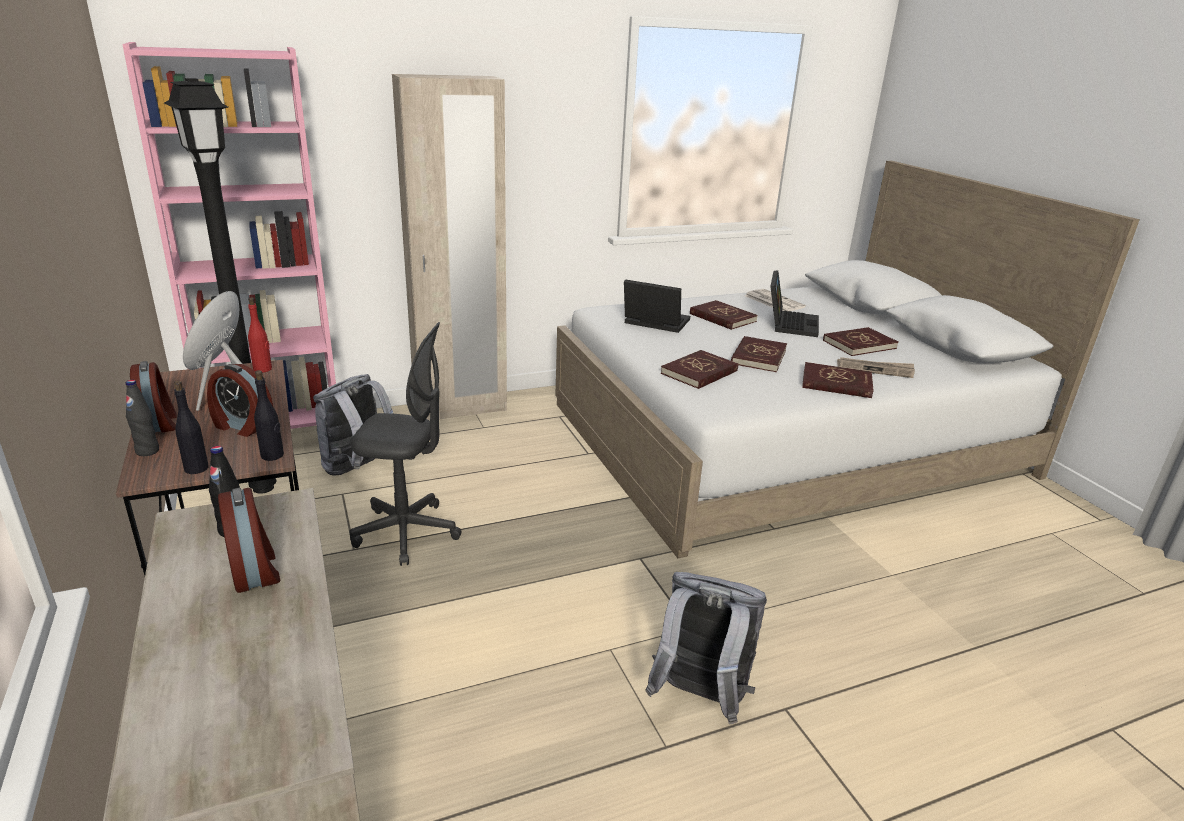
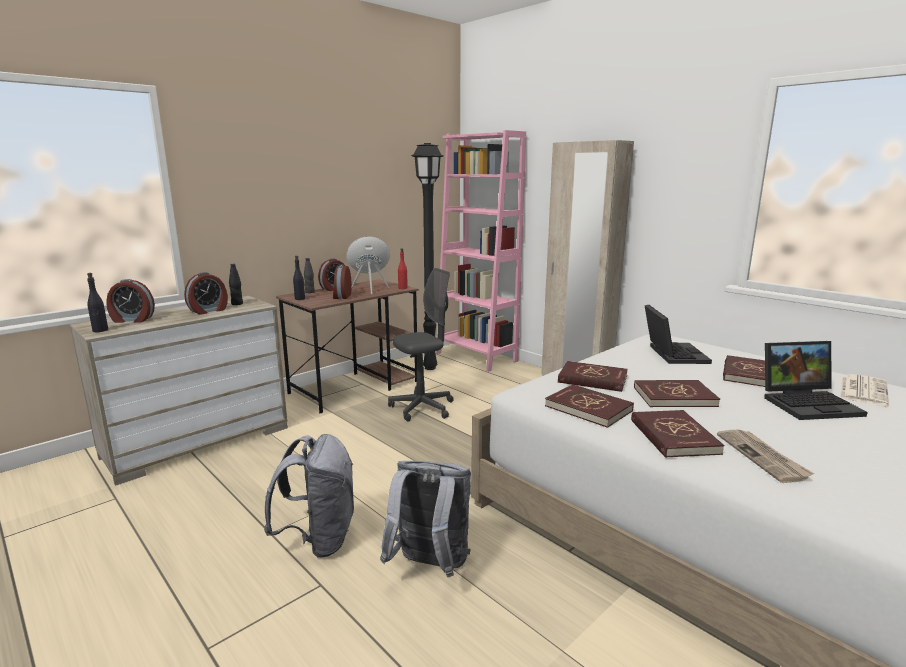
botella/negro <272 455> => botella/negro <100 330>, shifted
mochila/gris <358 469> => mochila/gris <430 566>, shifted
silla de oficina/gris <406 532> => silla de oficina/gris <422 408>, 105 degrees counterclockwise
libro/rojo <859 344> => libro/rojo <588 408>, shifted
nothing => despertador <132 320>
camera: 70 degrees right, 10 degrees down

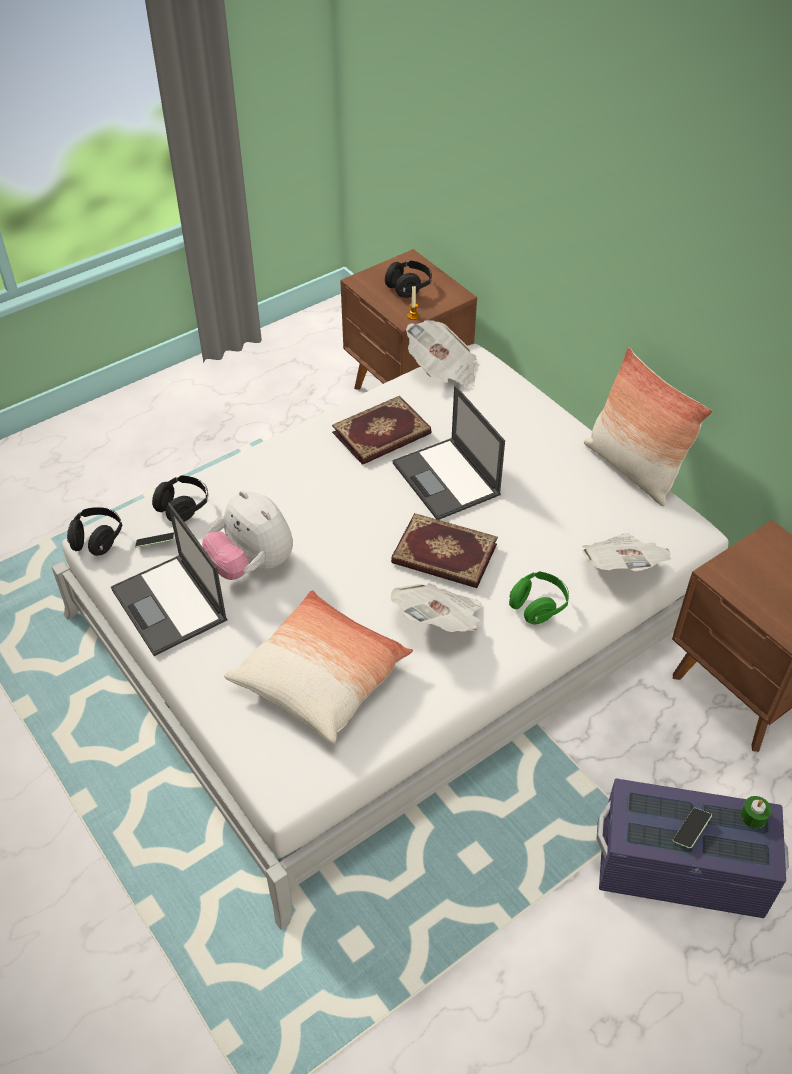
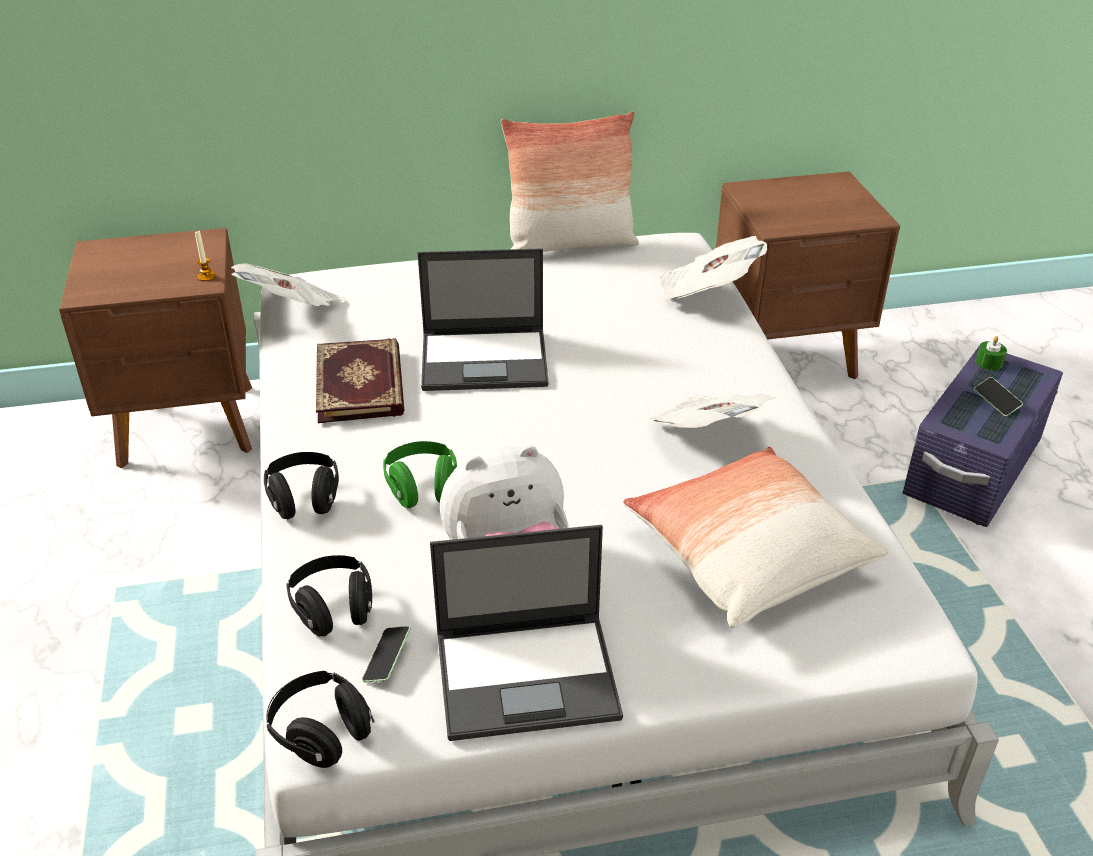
auriculares/negro <409 287> => auriculares/negro <304 499>, shifted
libro <444 555> => nothing
auriculares/verde <538 606> => auriculares/verde <422 488>, shifted
camera: 65 degrees left, 10 degrees down

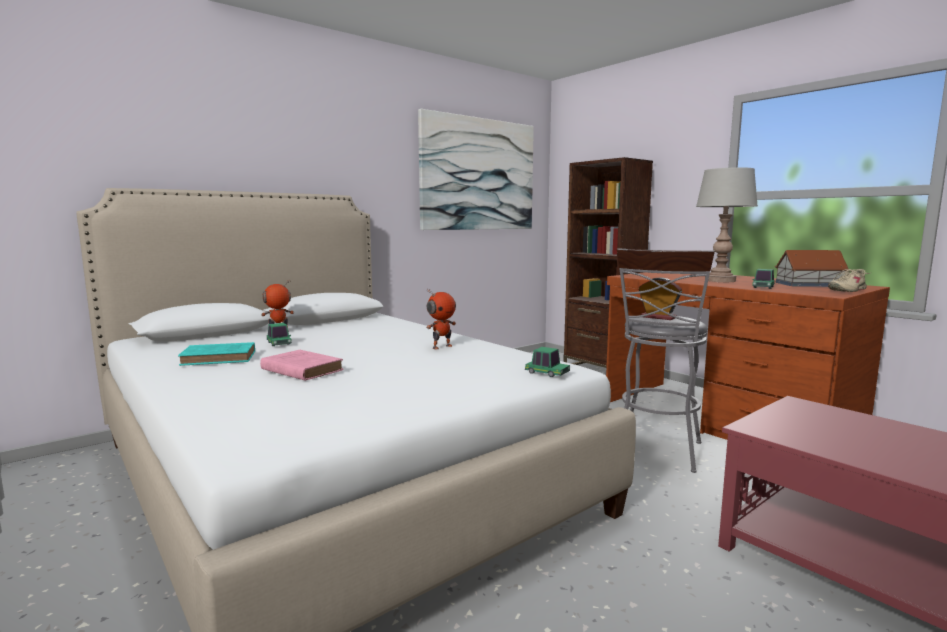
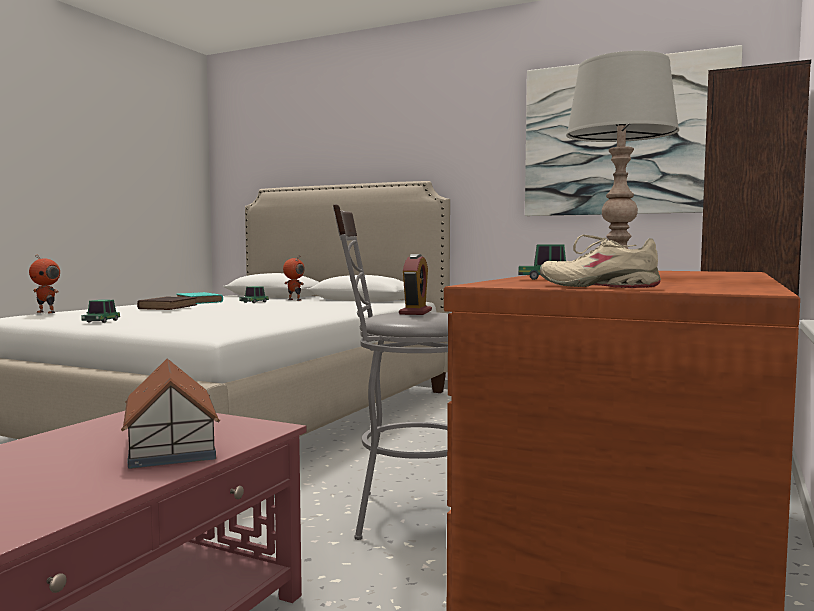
libro/rosa <300 369> => libro/marrón <169 307>
robot de juguete <441 347> => robot de juguete <47 312>, shifted
coche de juguete <547 373> => coche de juguete <101 321>, shifted
casita <810 284> => casita <170 446>, shifted
camera: 65 degrees right, 5 degrees down

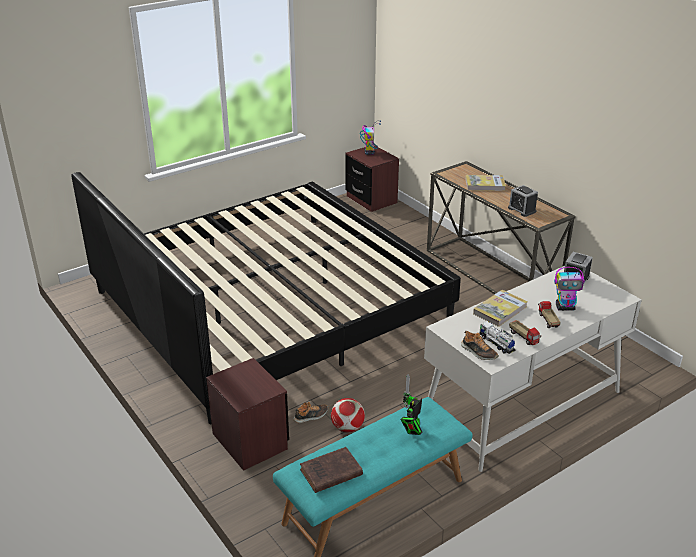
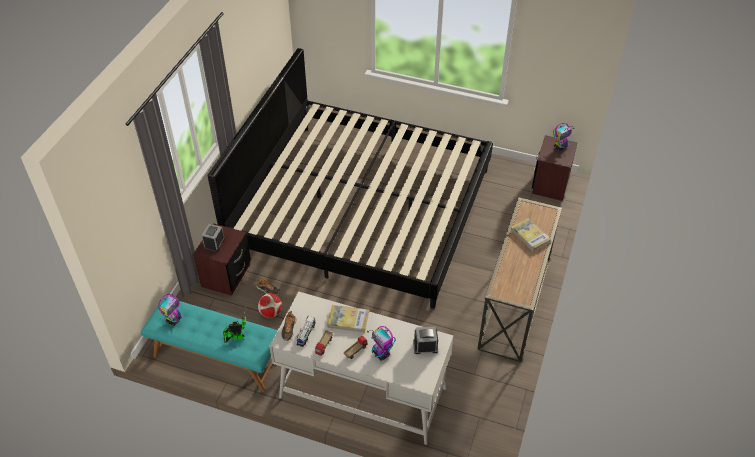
libro/marrón <329 473> => robot de juguete <174 319>
despertador <522 210> => despertador <214 243>, shifted
camera: 55 degrees right, 15 degrees up

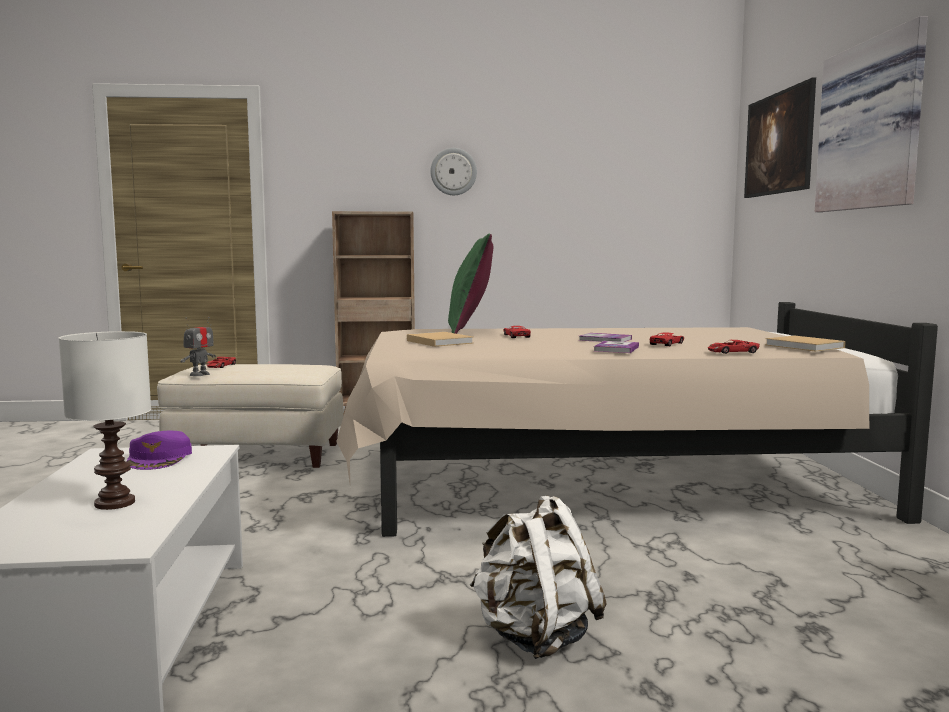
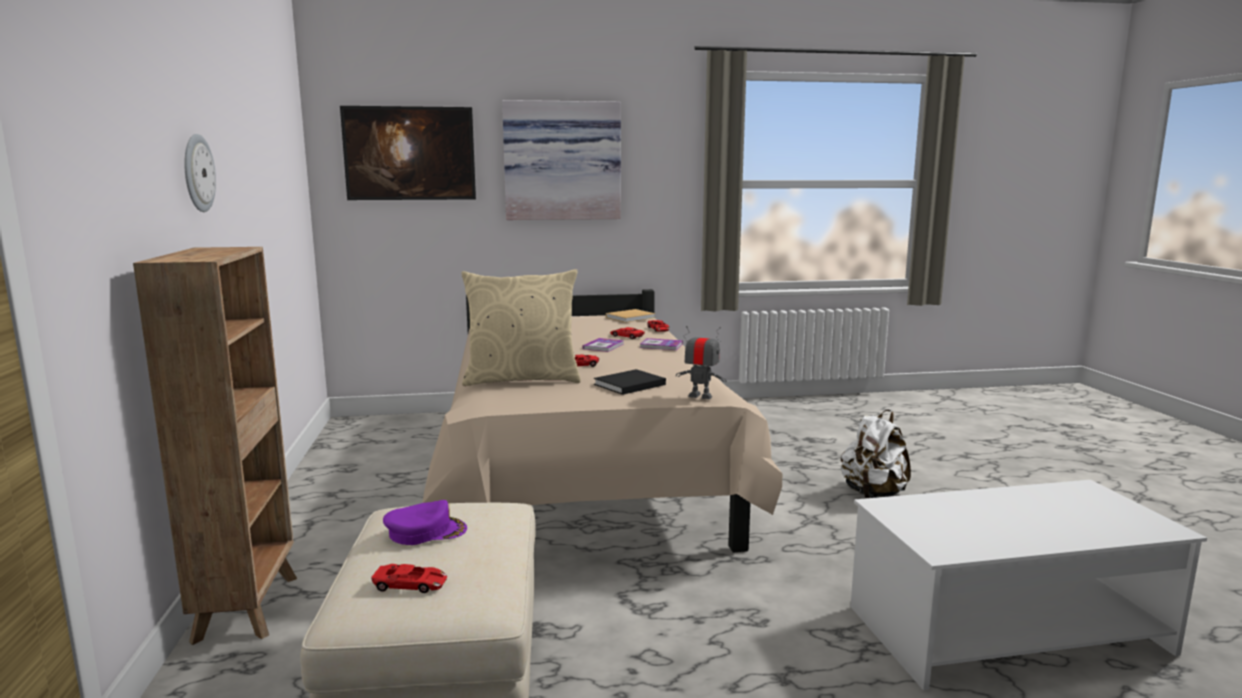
lámpara de mesa/blanco <114 504> => nothing
gorra/morado <160 458> => gorra/morado <426 531>, shifted
robot de juguete <200 374> => robot de juguete <700 396>, shifted
libro/beis <438 342> => libro/negro <628 385>
cojín/verde <470 331> => cojín/beis <522 379>
camera: 95 degrees left, 5 degrees up

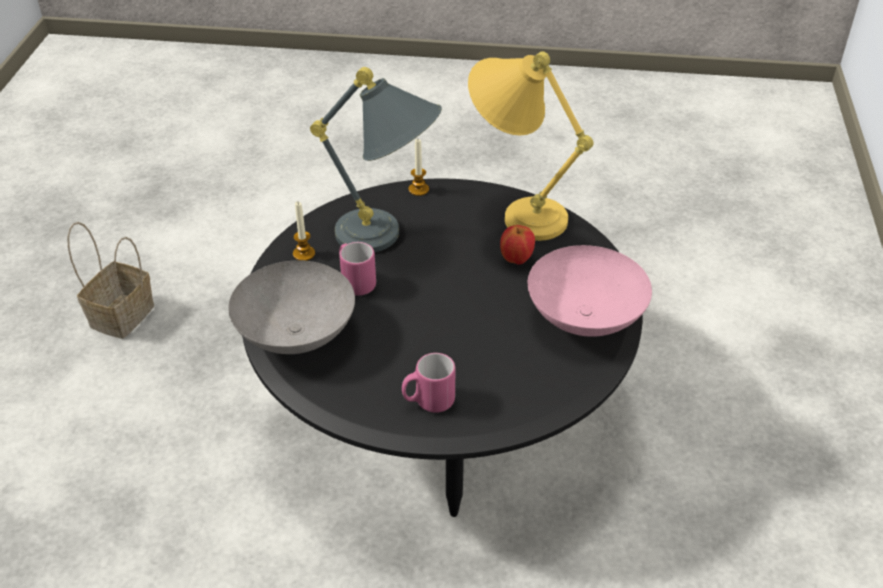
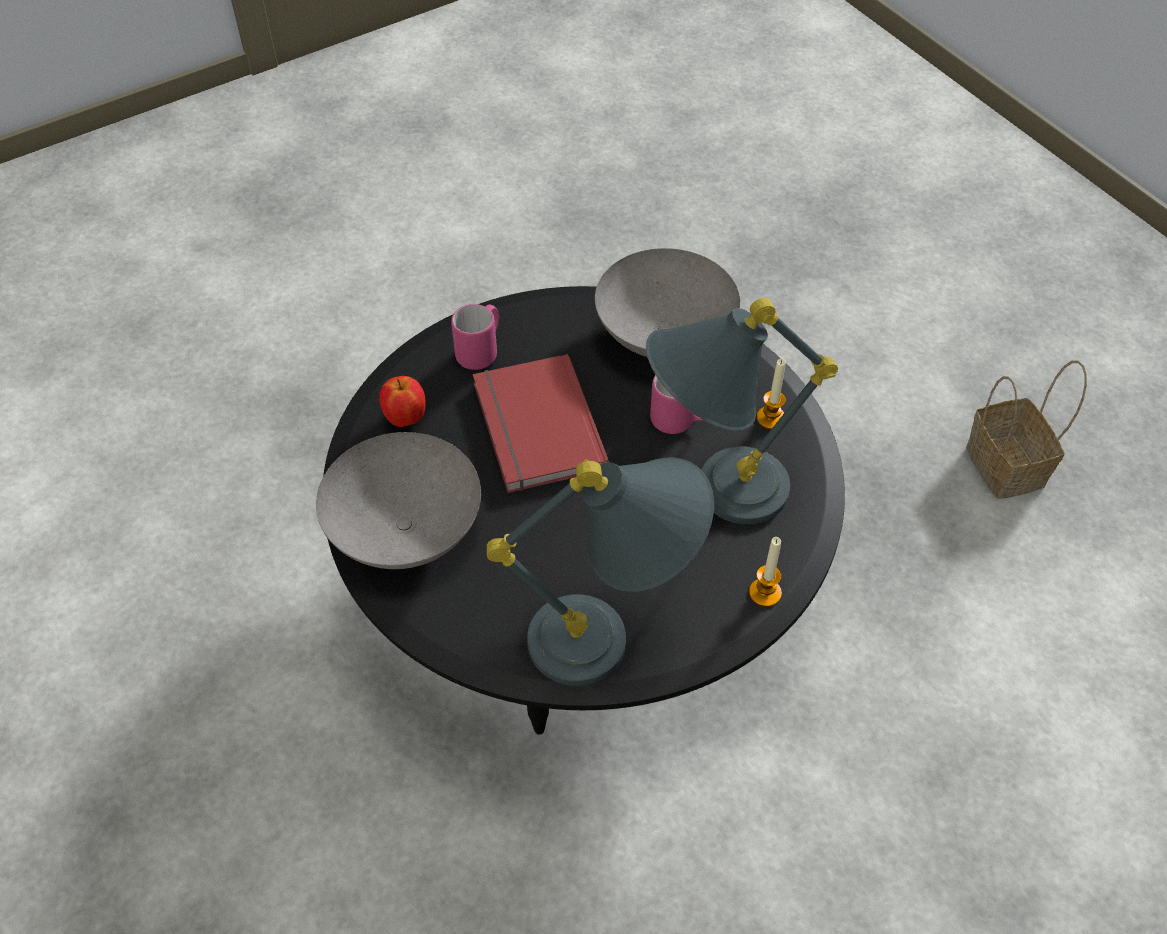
lámpara de mesa/amarillo <516 211> => lámpara de mesa/gris <614 640>
manzana <516 259> => manzana <405 419>, shifted
cuenco/rosa <583 317> => cuenco/gris <408 531>
nothing => libro/rojo <534 428>
camera: 140 degrees right, 10 degrees up

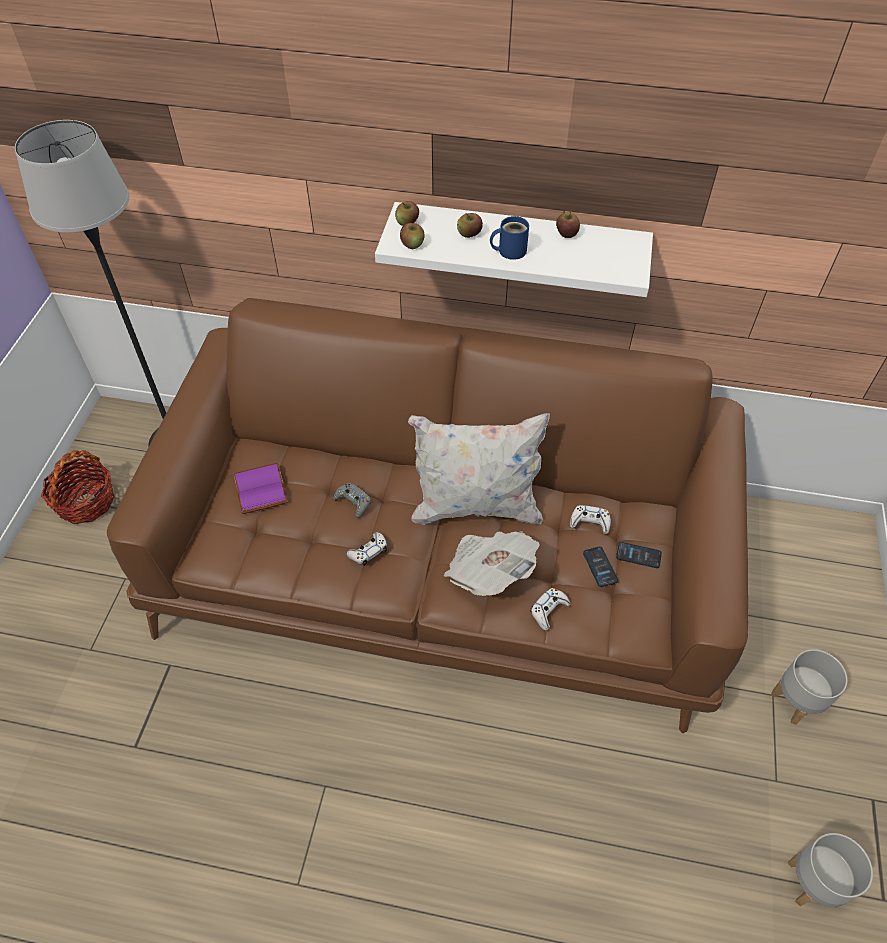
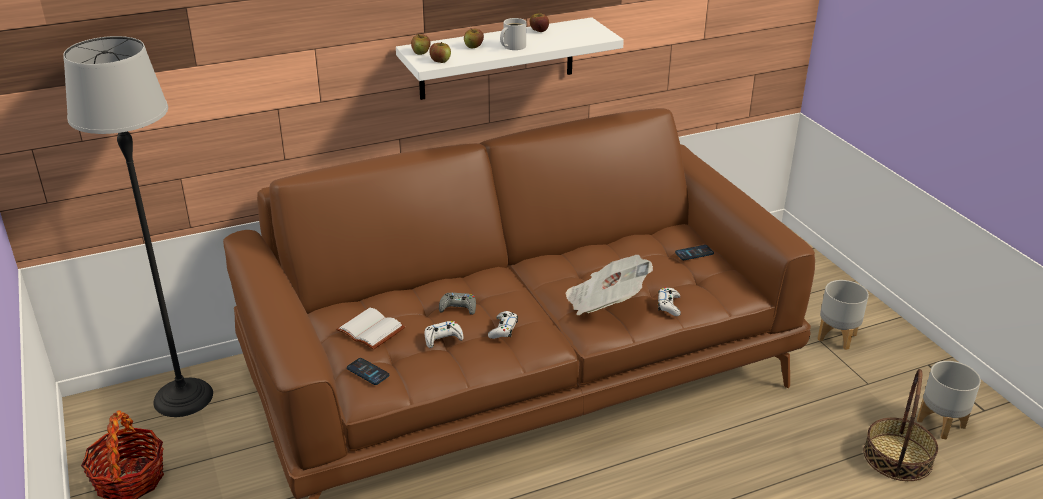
libro/morado <262 489> => libro/blanco <372 329>
cojín/blanco <476 507> => nothing
taza grande/azul <509 250> => taza grande/blanco <512 46>
mando de consola/blanco <590 522> => mando de consola/blanco <443 338>, shifted
móvil <600 567> => móvil <368 372>, shifted
nothing => cesta <898 457>
camera: 35 degrees left, 20 degrees down

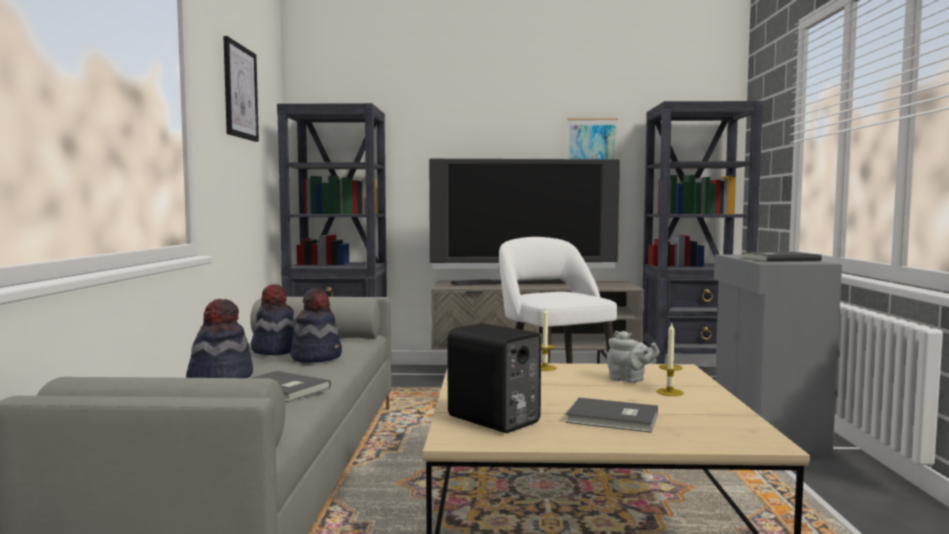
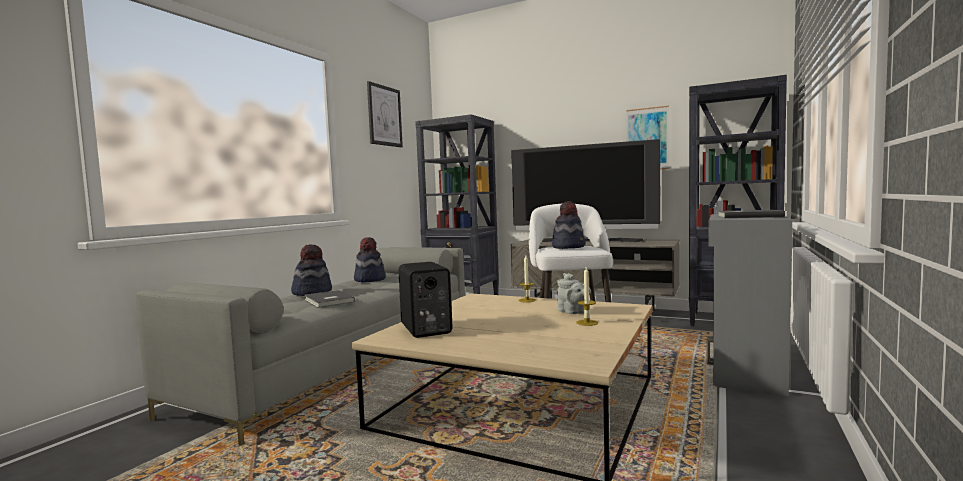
sombrero <317 357> => sombrero <568 247>, shifted
libro/gris <613 419> => nothing
camera: 25 degrees right, 0 degrees up

